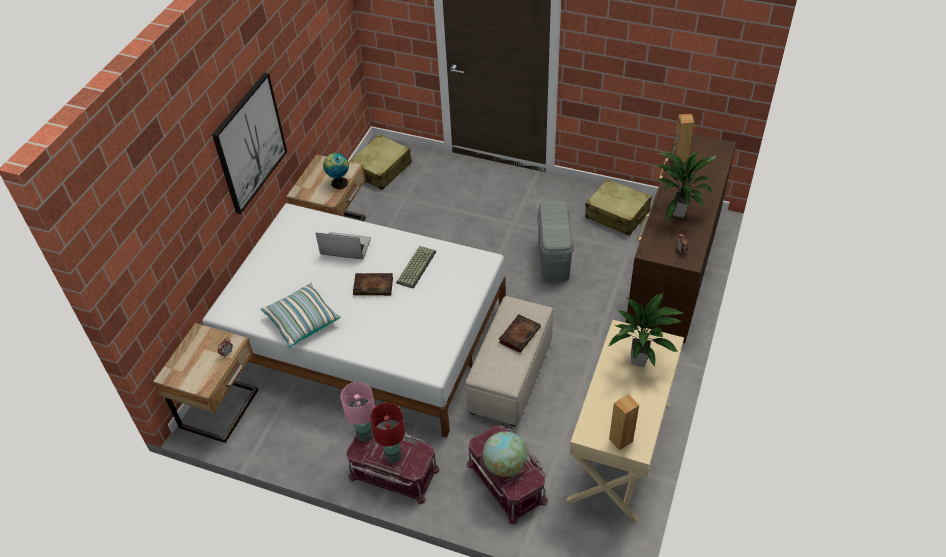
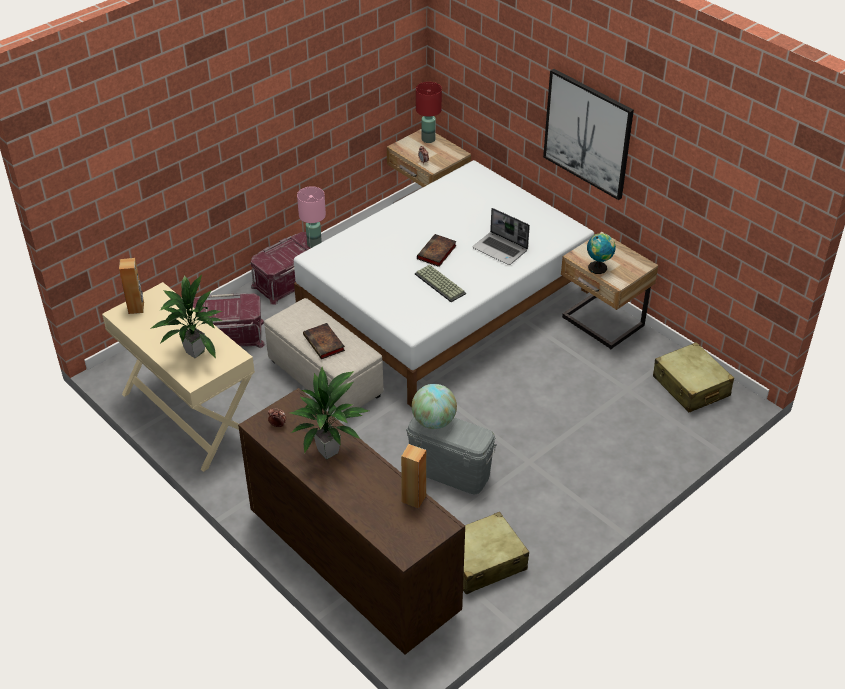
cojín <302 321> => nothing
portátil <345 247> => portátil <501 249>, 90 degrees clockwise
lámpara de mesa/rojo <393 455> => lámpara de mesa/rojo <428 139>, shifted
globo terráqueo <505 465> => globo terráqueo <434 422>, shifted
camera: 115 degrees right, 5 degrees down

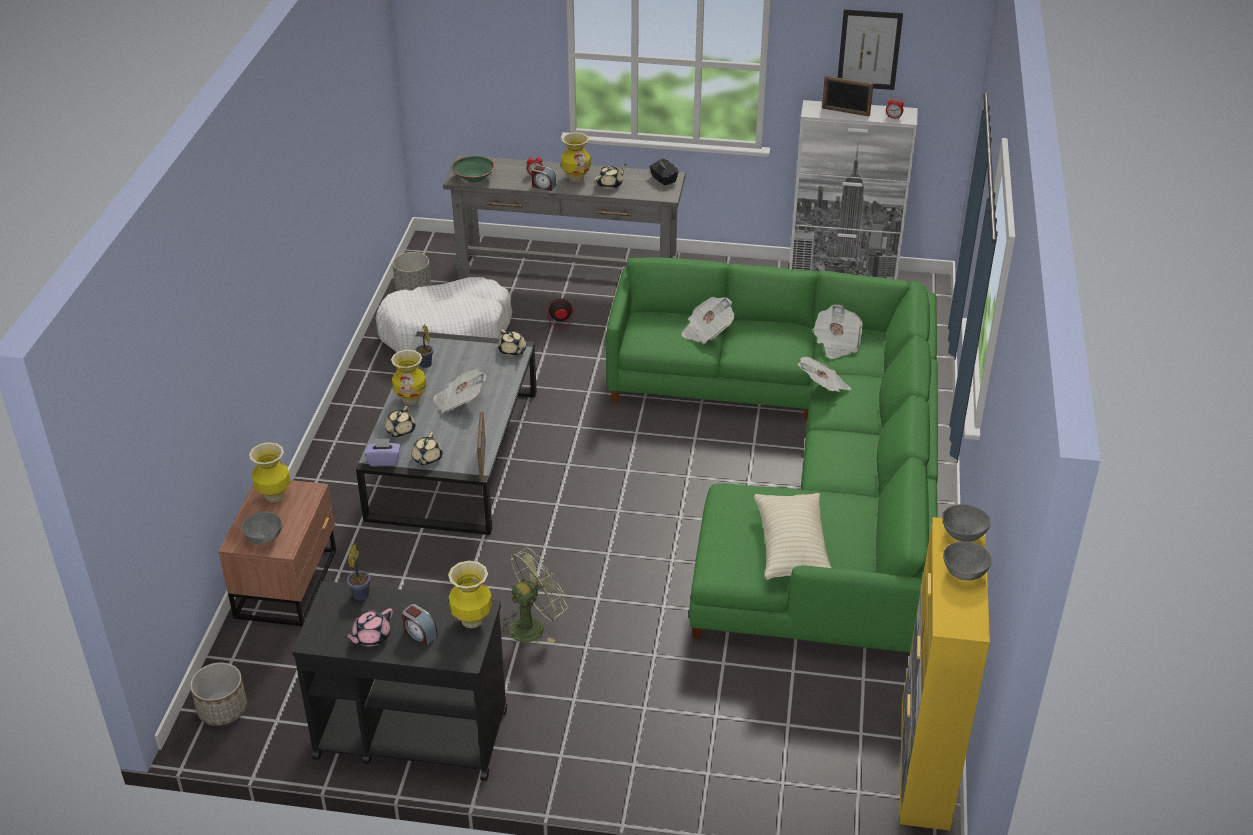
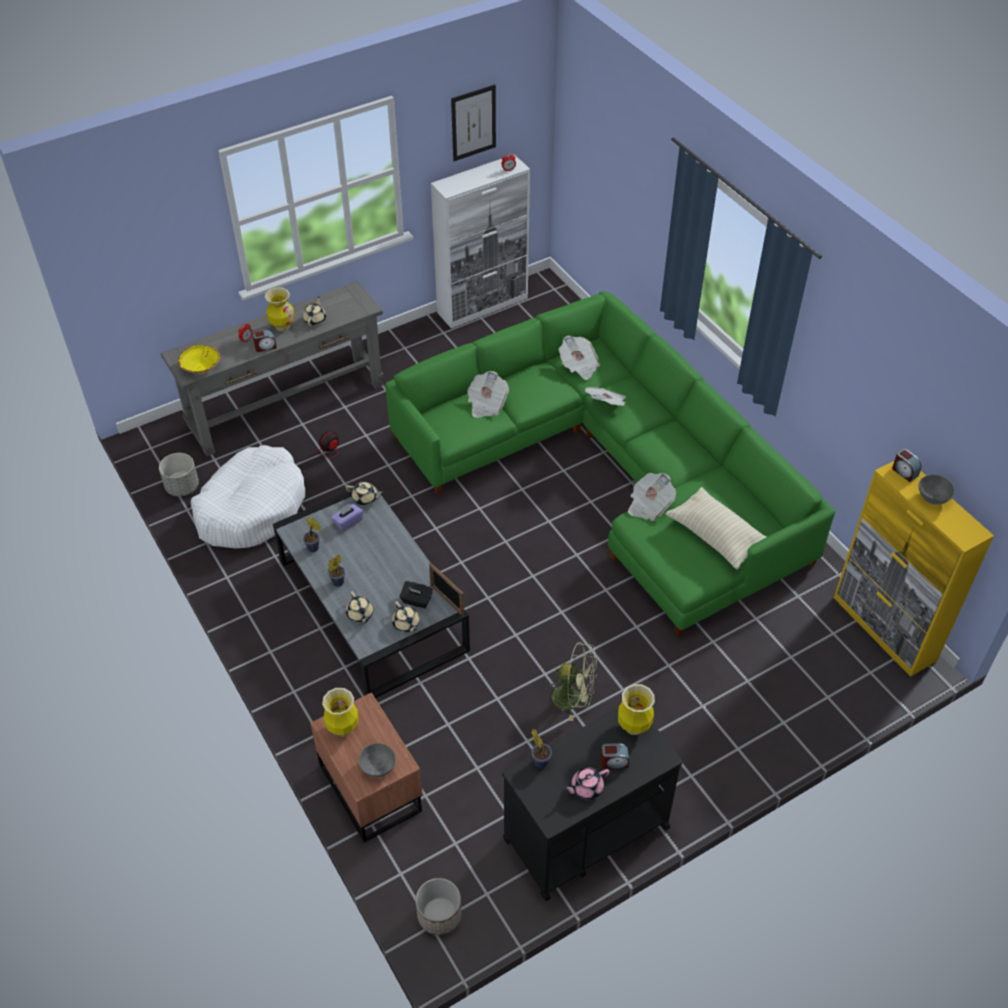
tetera/rosa <371 637> => tetera/rosa <586 788>, 60 degrees clockwise
caja de pañuelos/morado <384 461> => caja de pañuelos/morado <348 522>, shifted
florero <411 399> => planta en maceta <336 583>
periódico <459 402> => periódico <649 505>, shifted
cuenco/verde <474 178> => cuenco/amarillo <201 368>
ventilador/verde <533 625> => ventilador/verde <573 698>, 90 degrees clockwise
caja de pañuelos/negro <663 179> => caja de pañuelos/negro <416 601>, shifted
portarretratos <845 112> => nothing
cuenco/gris <964 535> => despertador <904 472>
camera: 40 degrees left, 10 degrees up

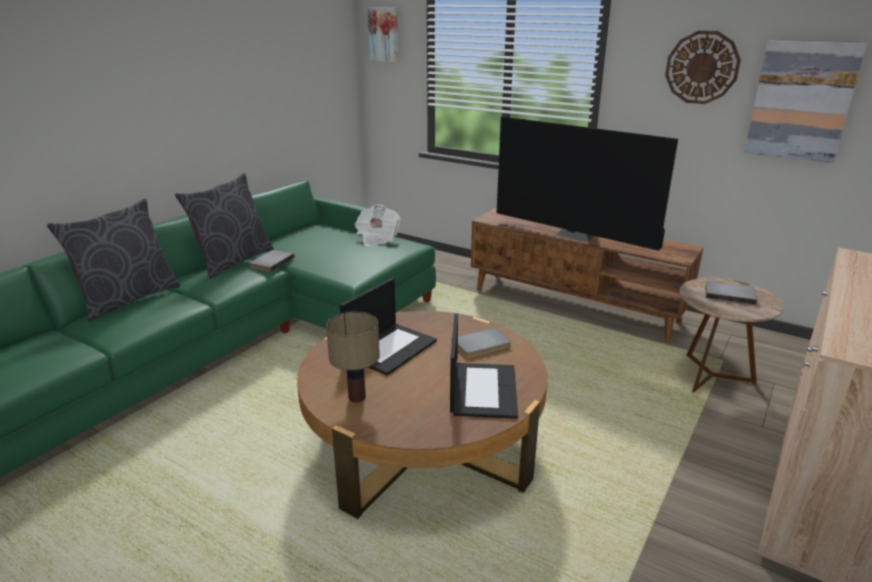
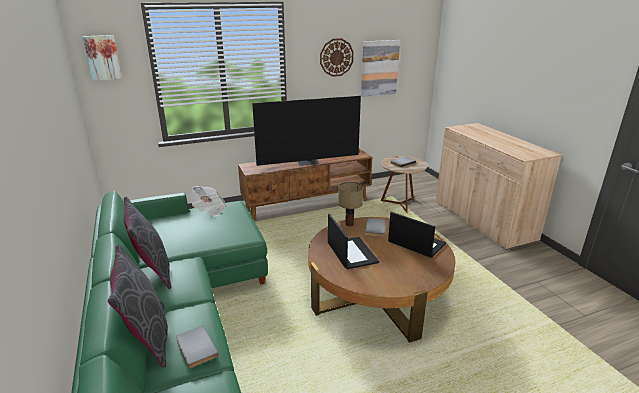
libro/gris <270 262> => libro/gris <195 348>, shifted
lámpara de mesa <356 398> => lámpara de mesa <349 224>, shifted
camera: 55 degrees left, 0 degrees up

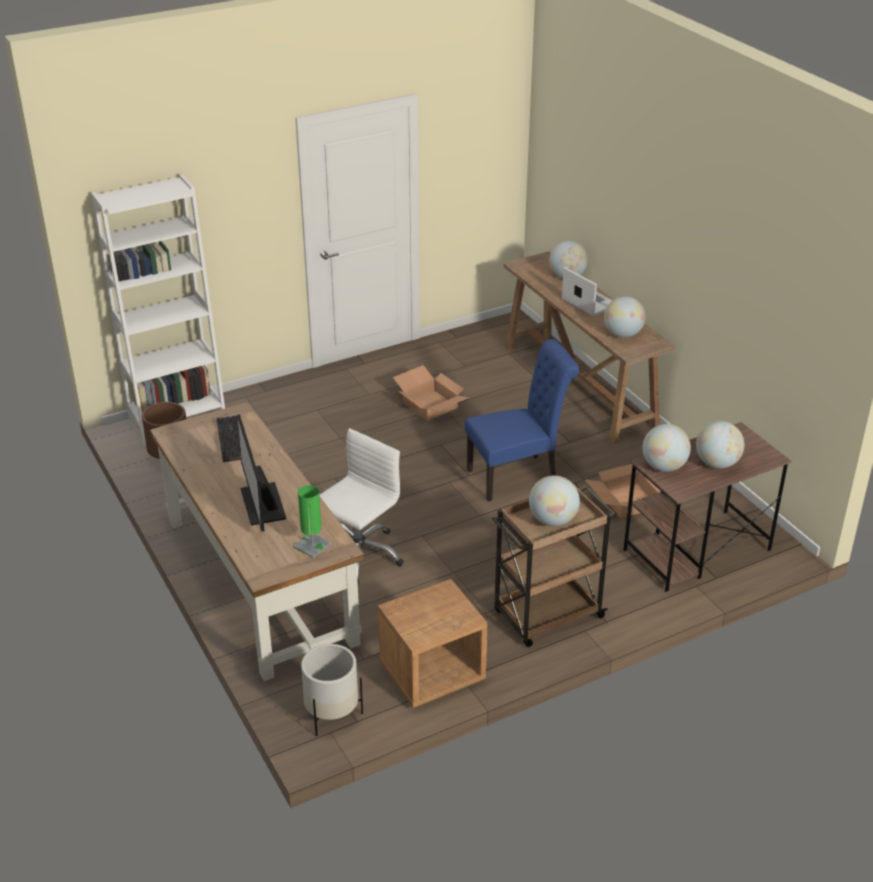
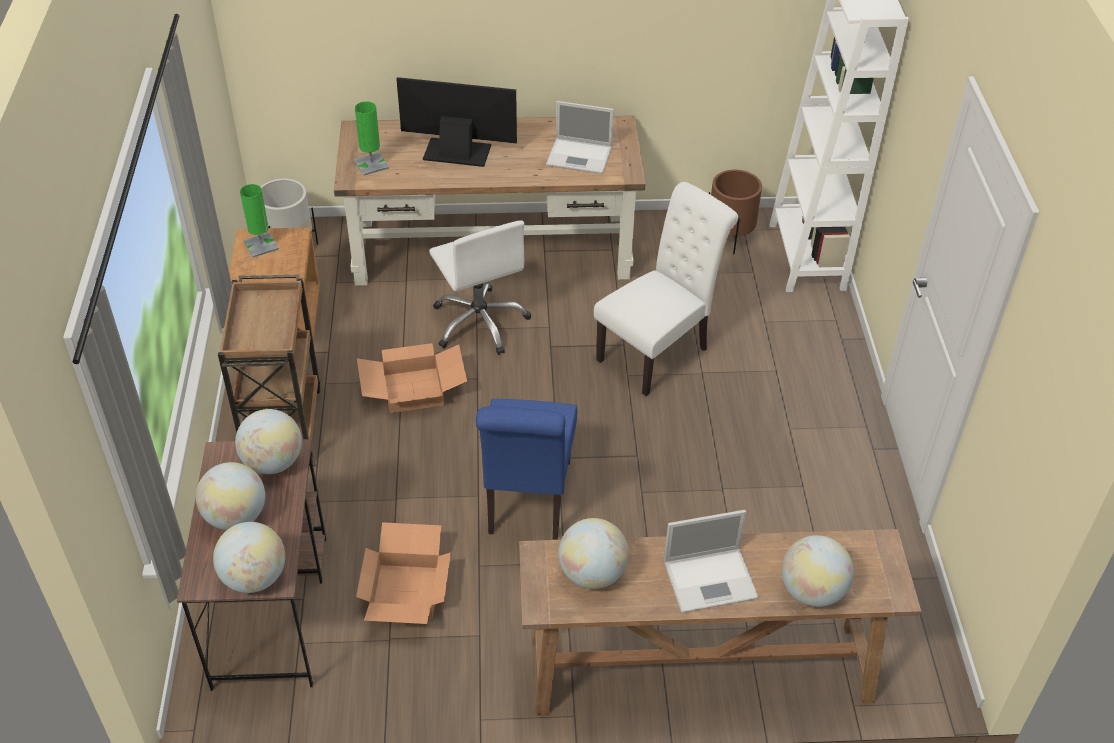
teclado <229 439> => portátil <580 156>
caja de cartón <429 405> => caja de cartón <414 389>, shifted
globo terráqueo <553 520> => globo terráqueo <254 578>, shifted
nothing => lámpara de mesa/verde <261 245>
nothing => silla/blanco <658 352>
camera: 115 degrees right, 10 degrees up

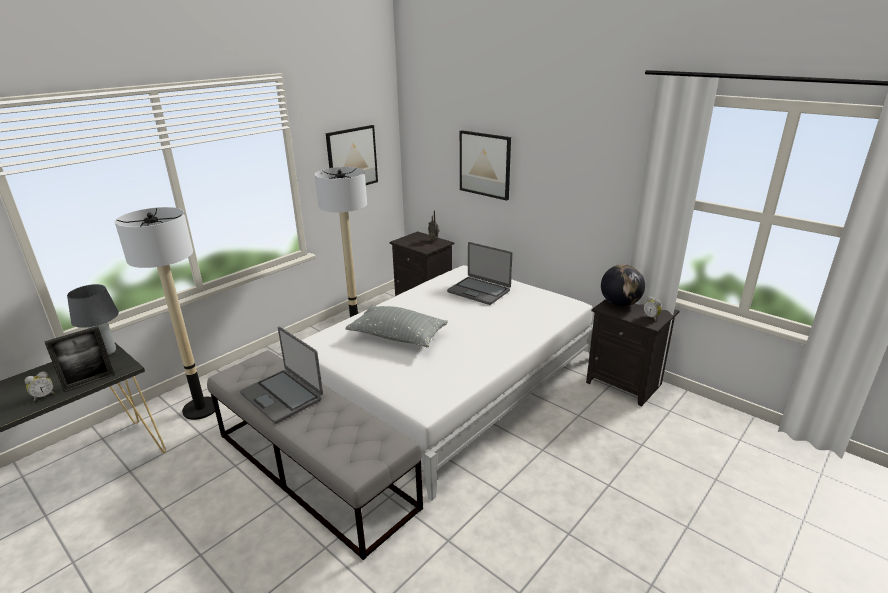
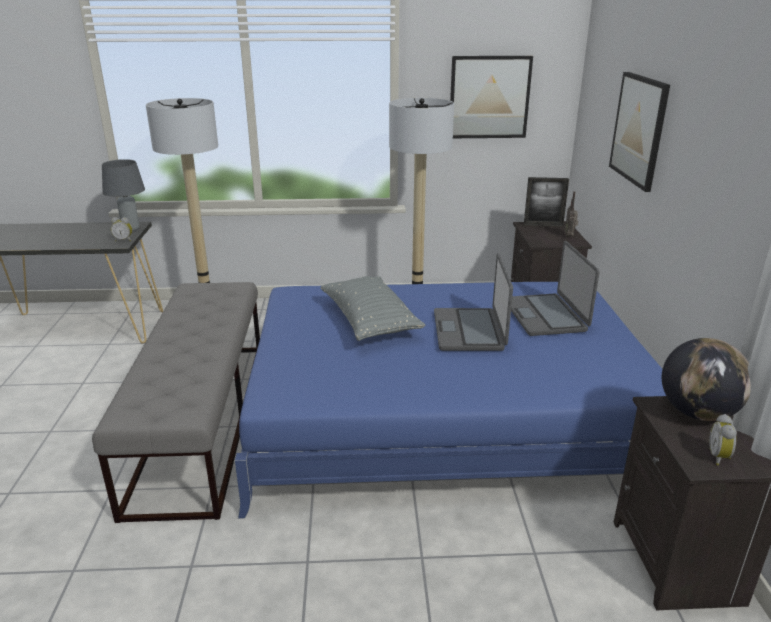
despertador <44 396> => despertador <124 240>, shifted
portarretratos <89 382> => portarretratos <543 225>, shifted
portátil <282 396> => portátil <469 331>, shifted
cama/blanco <450 378> => cama/azul <443 413>
camera: 45 degrees right, 0 degrees up

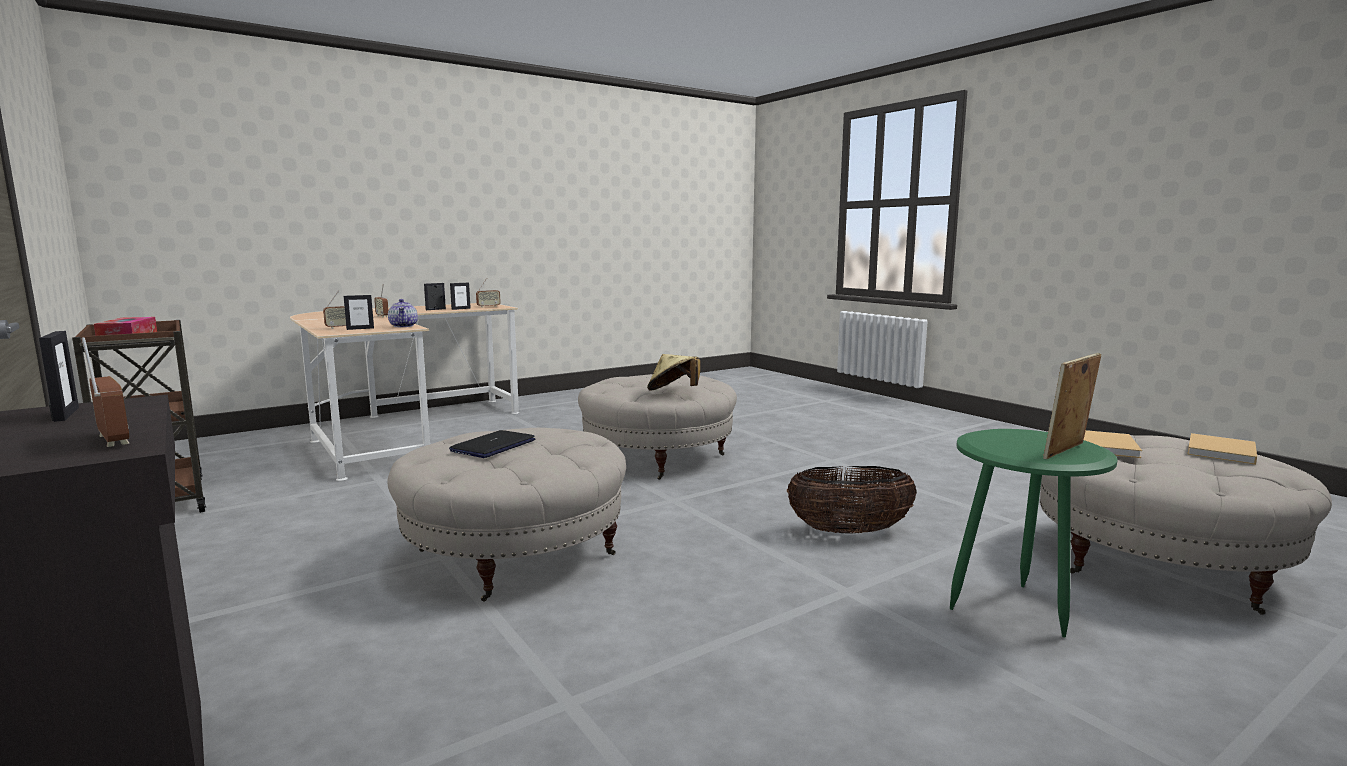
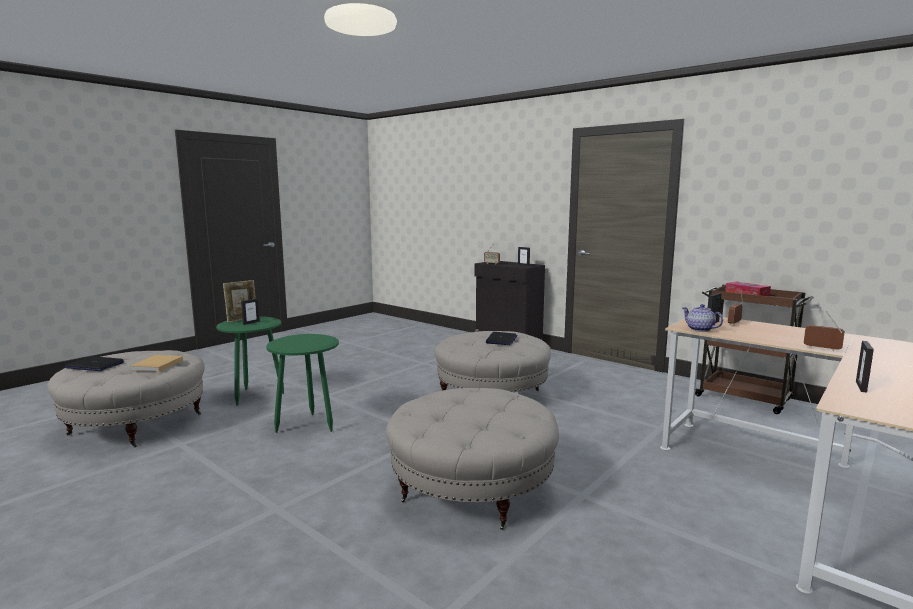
portarretratos <435 309> => portarretratos <251 323>, shifted
radio <488 307> => nothing
sombrero/beis <673 392> => nothing
cesta <849 531> => mesa auxiliar/verde <307 424>
libro/beis <1221 452> => portátil <94 365>
camera: 165 degrees right, 0 degrees up

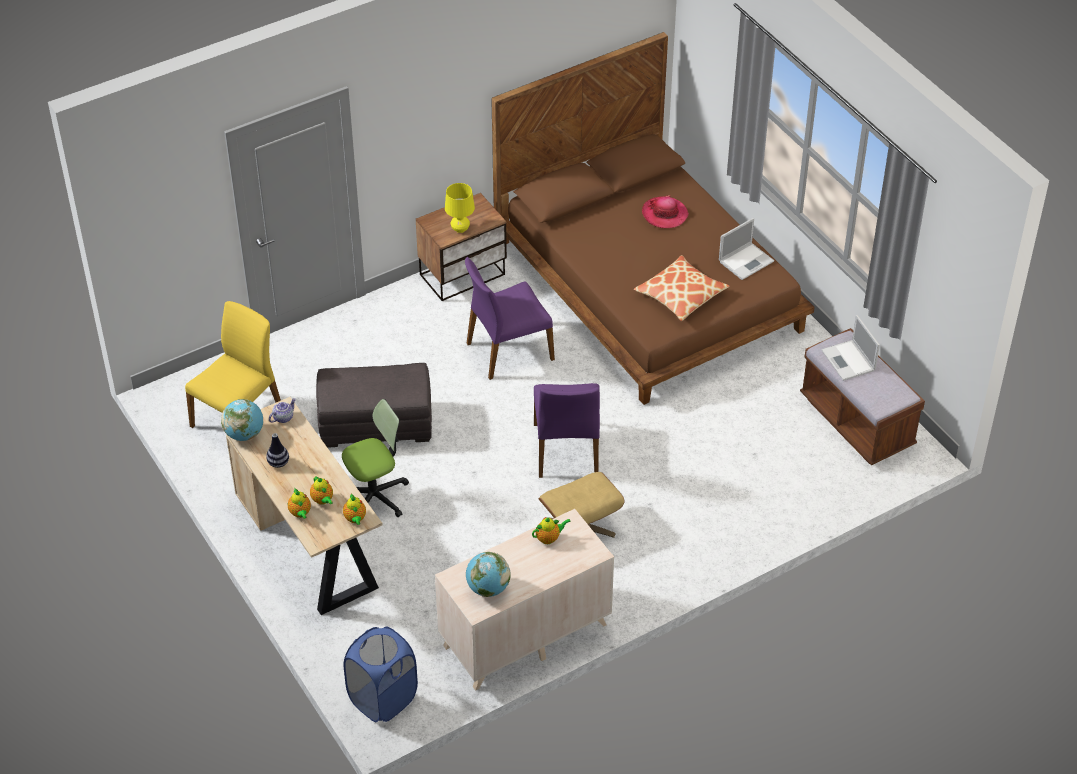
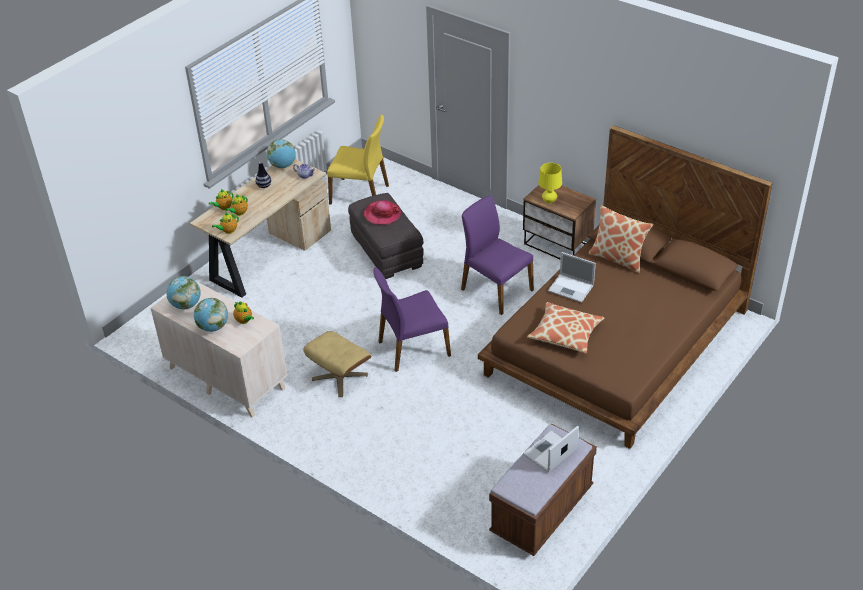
silla de oficina <375 496> => nothing
cesto de la ropa/azul <383 698> => nothing
sombrero <664 214> => sombrero <382 214>, shifted
portátil <746 261> => portátil <571 288>, shifted
nothing => globo terráqueo <213 327>
nothing => cojín <618 258>
camera: 70 degrees right, 5 degrees down

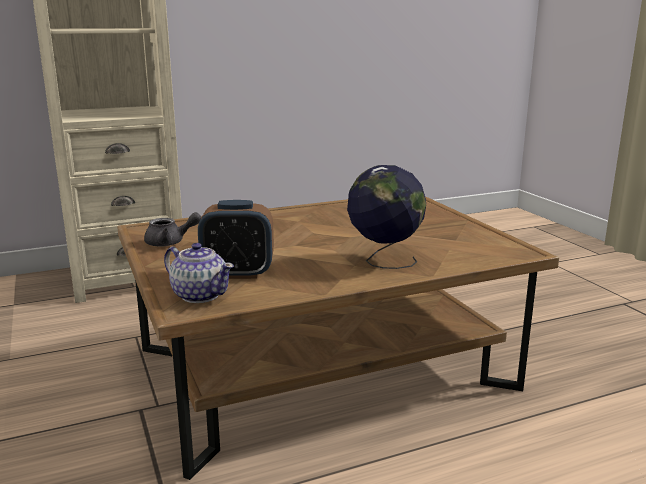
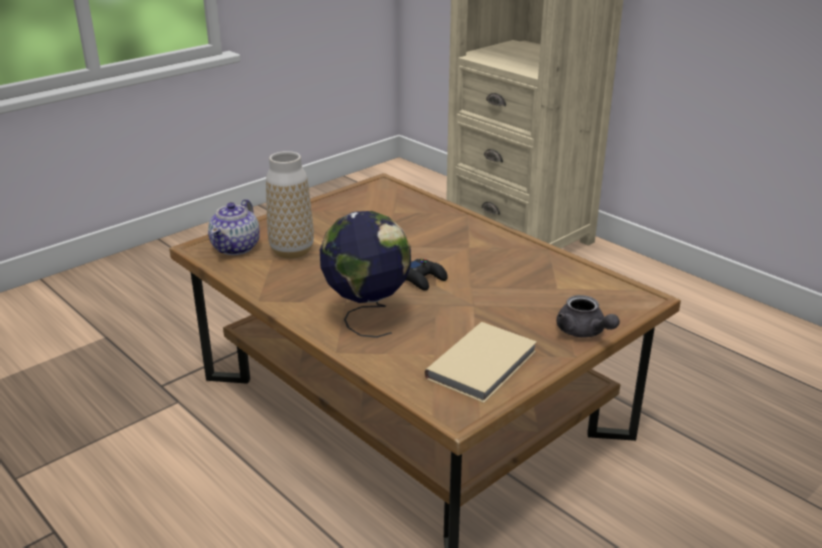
tetera/gris <170 242> => tetera/gris <584 332>, shifted
despertador <238 273> => florero <292 251>
nothing => mando de consola/negro <423 279>
nothing => libro/beis <484 364>
camera: 70 degrees right, 10 degrees up

